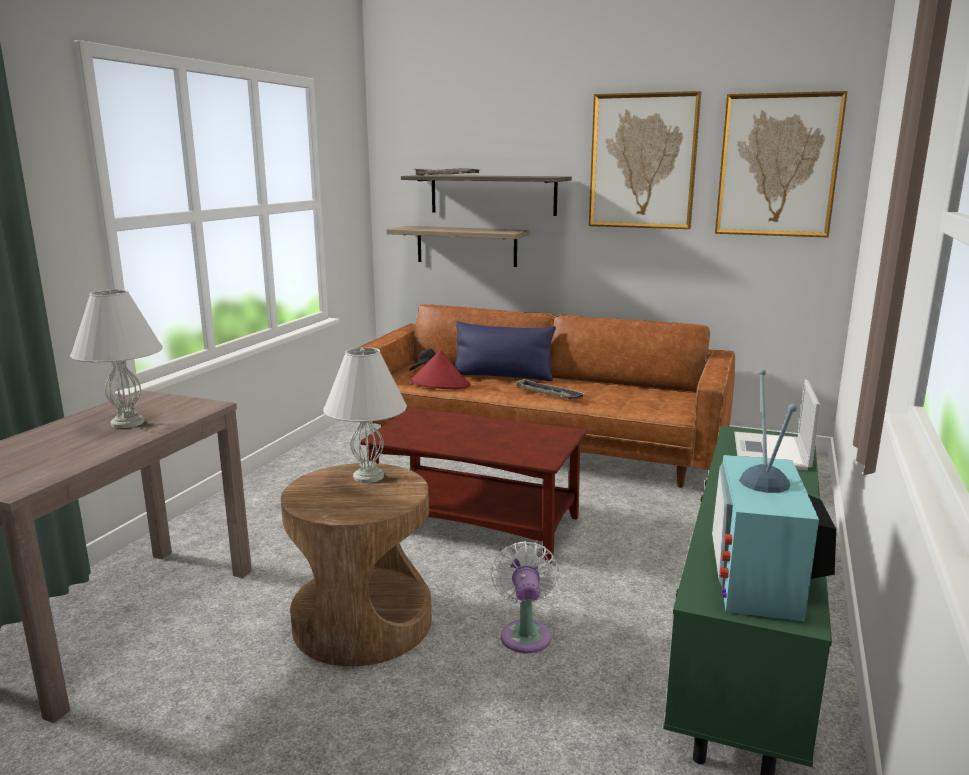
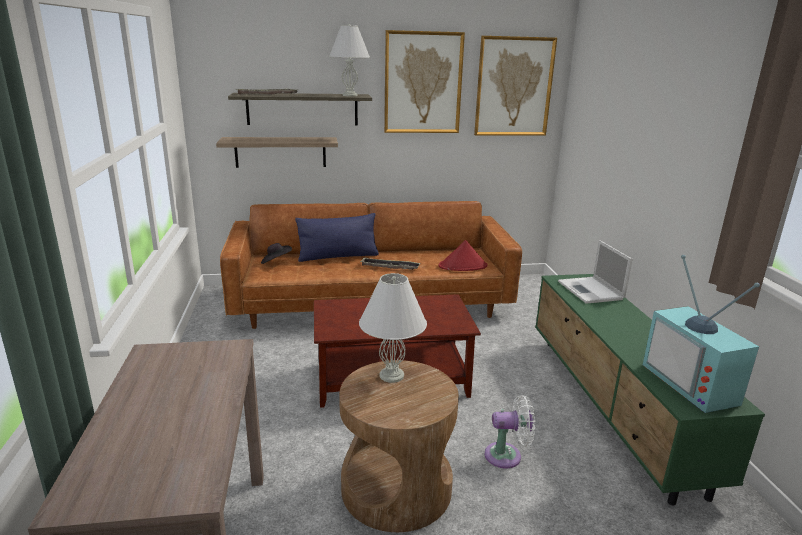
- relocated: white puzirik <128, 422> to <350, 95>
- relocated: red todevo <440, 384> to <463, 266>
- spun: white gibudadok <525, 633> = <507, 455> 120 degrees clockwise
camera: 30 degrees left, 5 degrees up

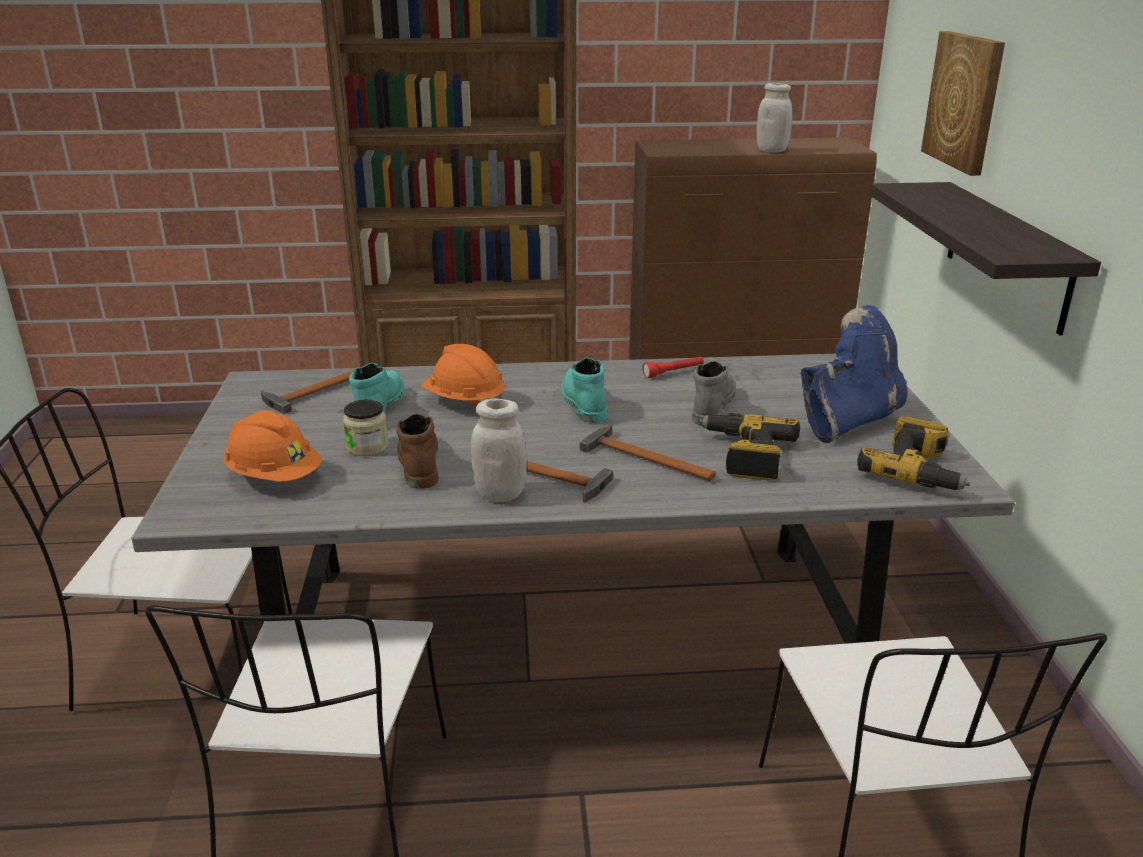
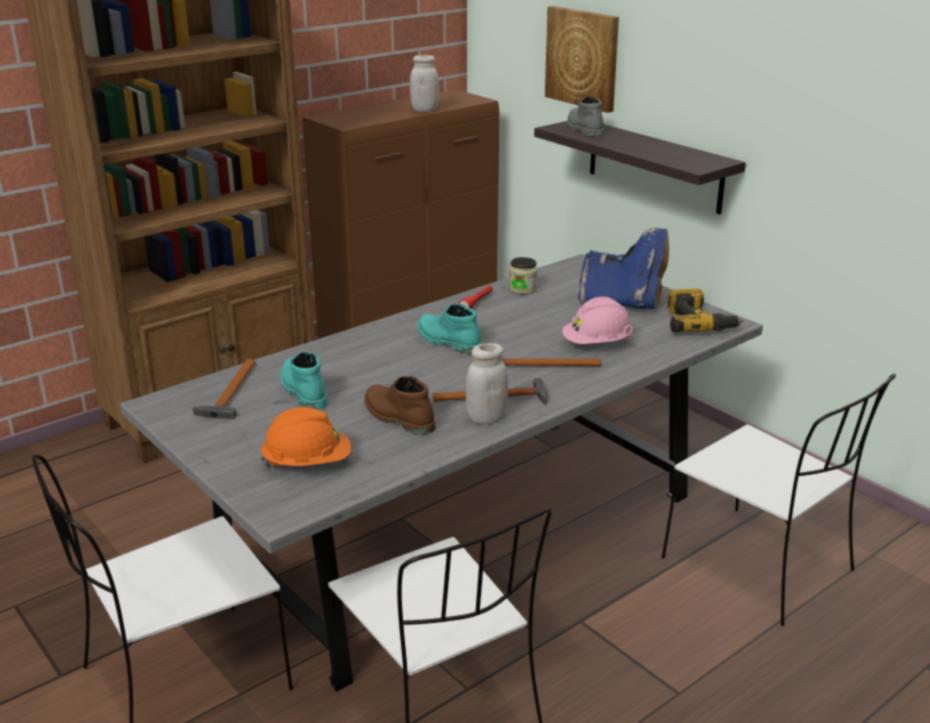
- spun: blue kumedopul <848, 420> = <624, 304> 90 degrees clockwise
- missing: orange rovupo <464, 401>
- relocated: grey kumedopul <711, 406> to <584, 129>
- relocated: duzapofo <367, 447> to <522, 289>
- exchanged: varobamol <745, 456> to pink rovupo <597, 344>
camera: 35 degrees left, 0 degrees up

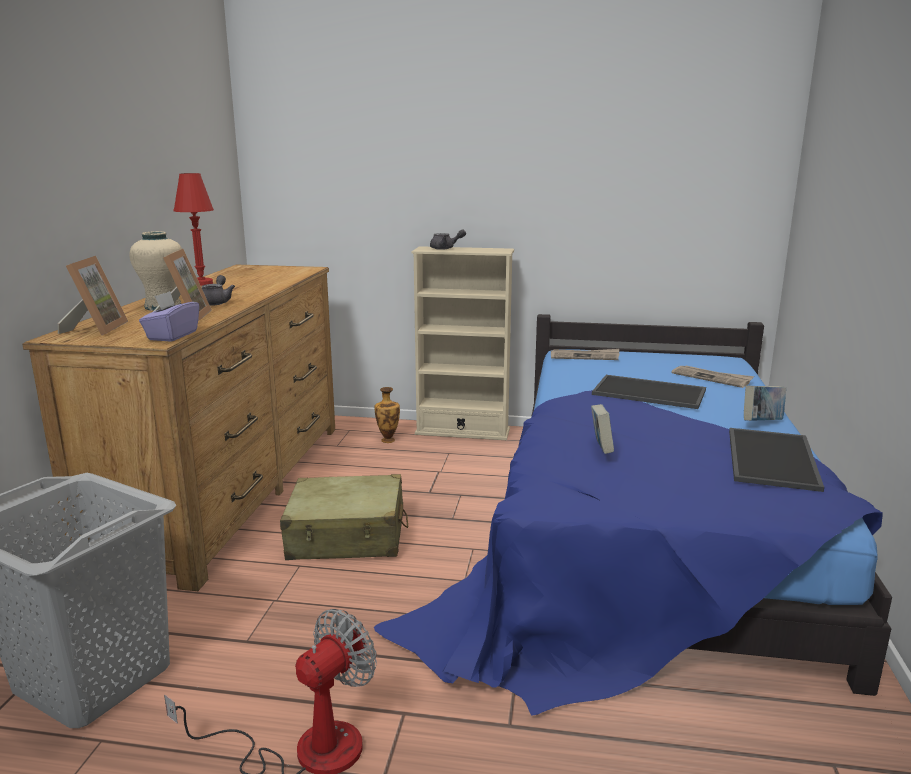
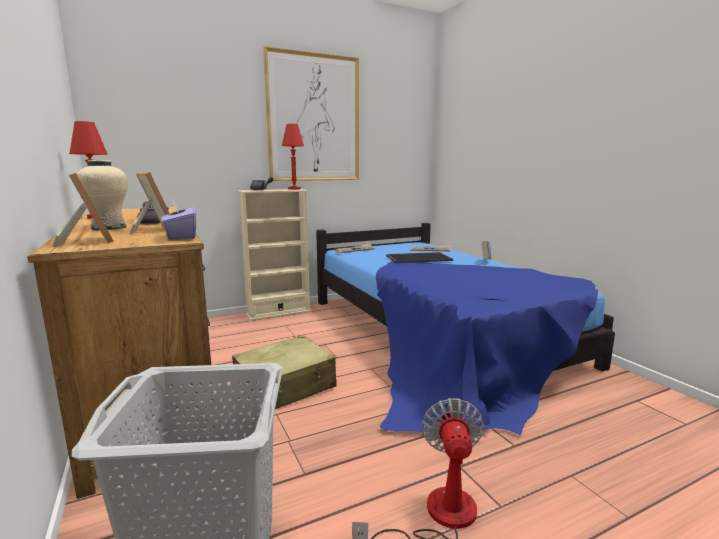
- missing: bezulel <388, 440>
- missing: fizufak <601, 450>
- missing: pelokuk <774, 459>
- appeared: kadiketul <314, 118>
- appeared: red puzirik <294, 189>
camera: 35 degrees left, 5 degrees down

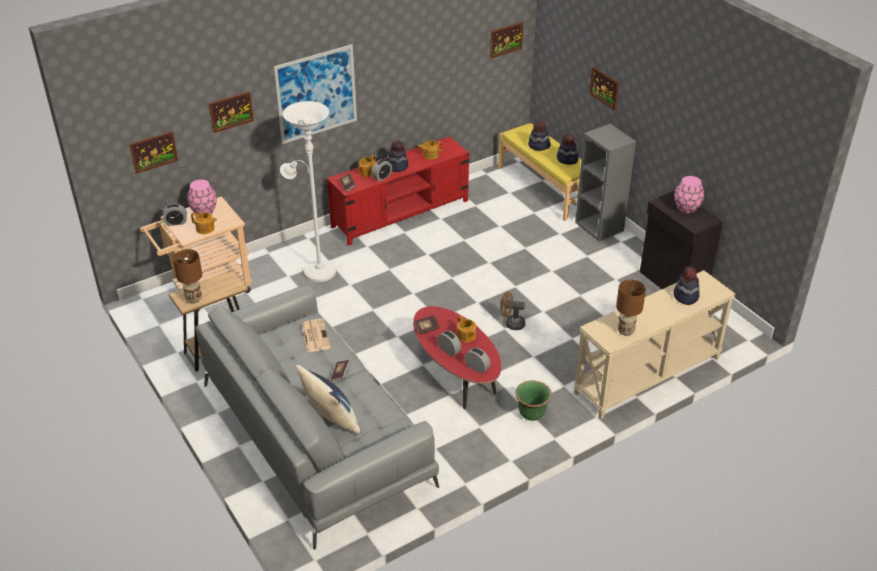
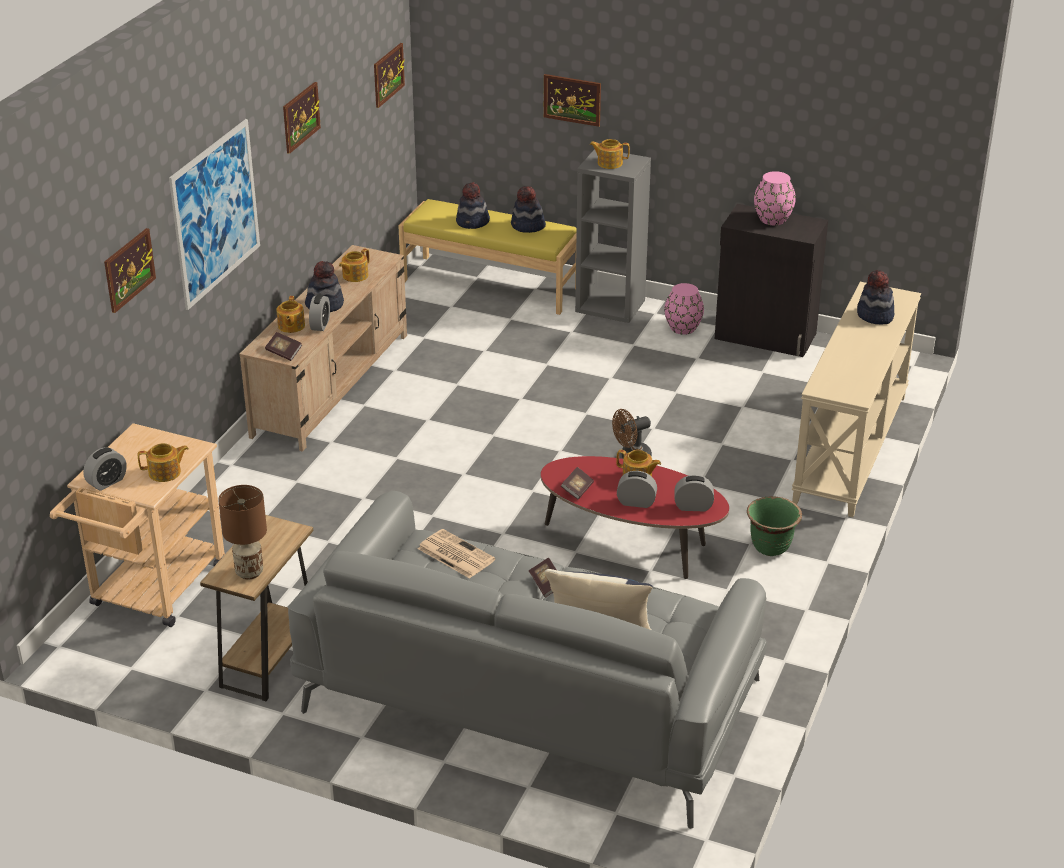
- missing: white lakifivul <316, 270>
- relocated: kadiketul <153, 151> to <301, 117>
- colour: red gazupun <401, 213> to beige gazupun <332, 384>
- relocated: pink bezulel <204, 211> to <682, 328>
- missing: brown puzirik <625, 331>
- appeared: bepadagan <609, 163>
camera: 35 degrees left, 5 degrees down

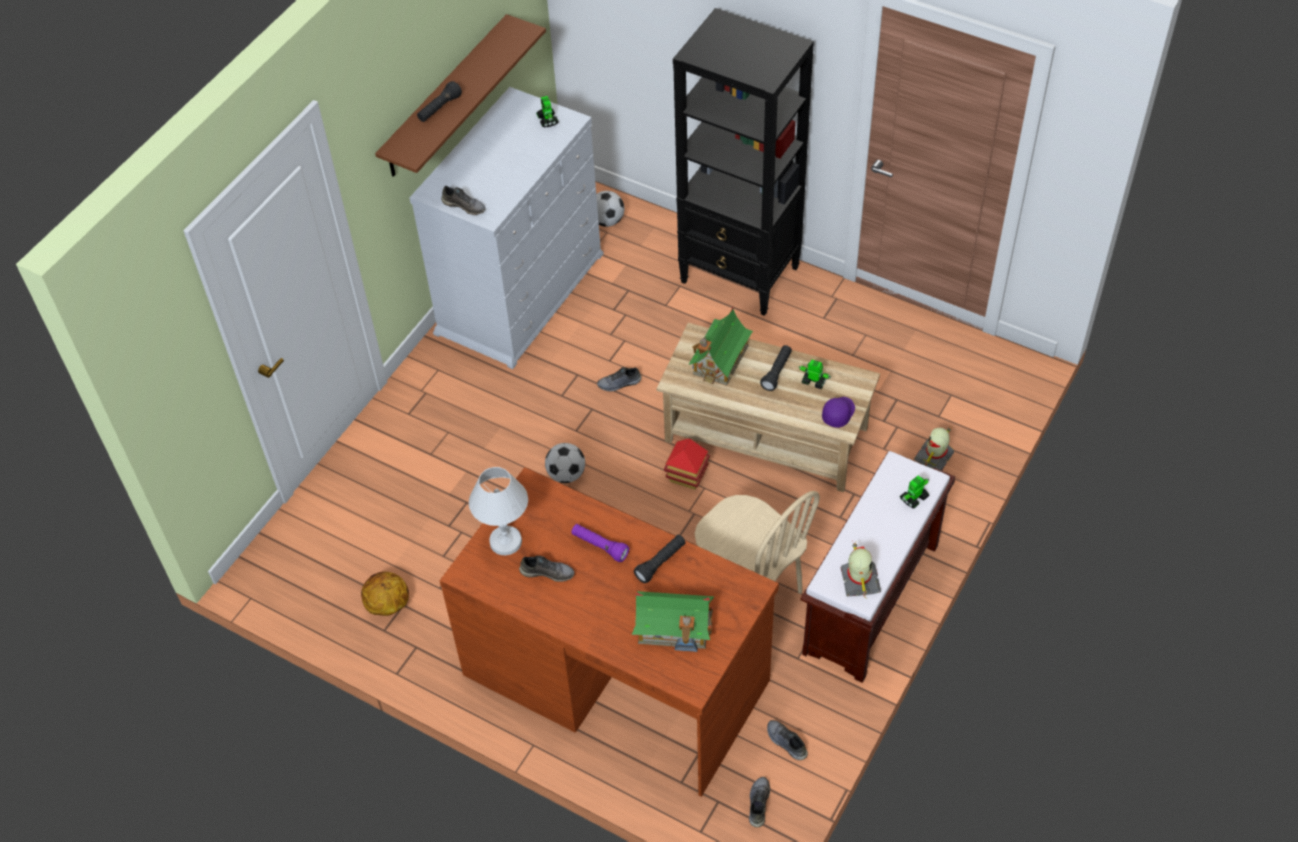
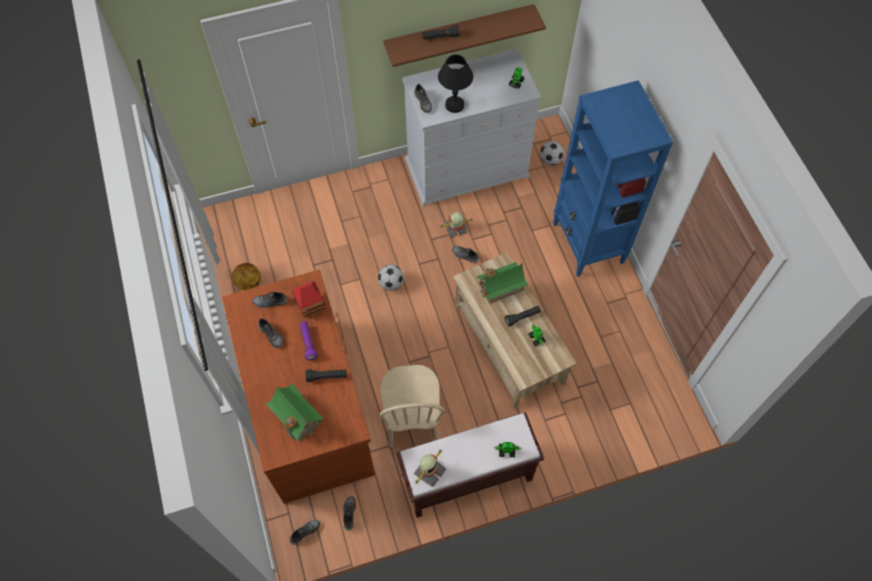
- colour: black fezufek <740, 275> to blue fezufek <588, 244>
- missing: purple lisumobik <838, 413>
- relocated: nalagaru <934, 457> to <456, 228>
- relocated: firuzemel <687, 476> to <310, 306>
- exchanged: white puzirik <506, 541> to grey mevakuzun <270, 302>
- appeared: black puzirik <454, 105>
camera: 40 degrees right, 10 degrees up

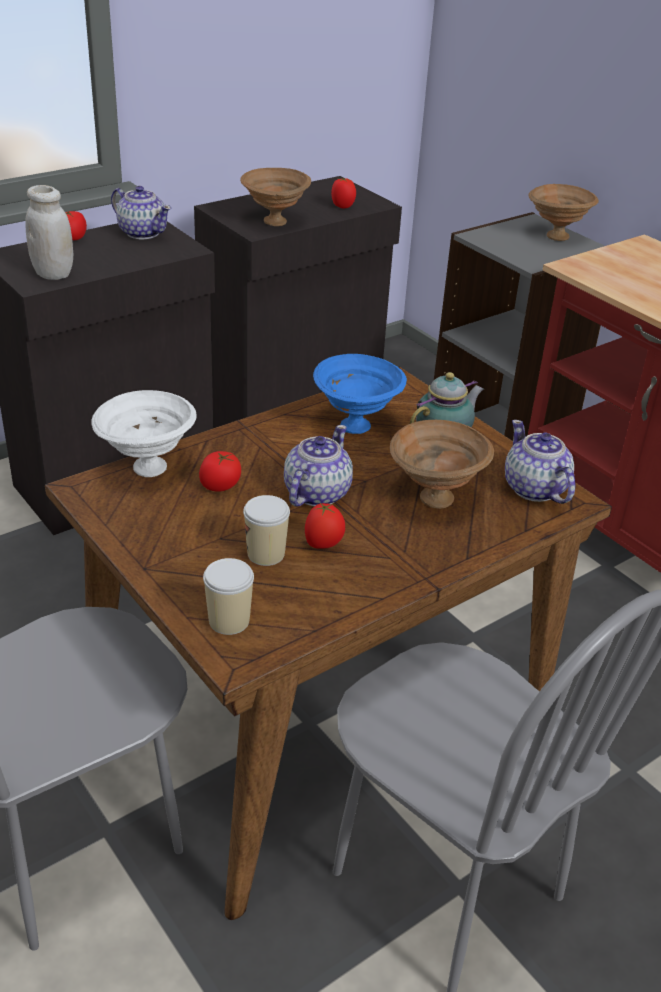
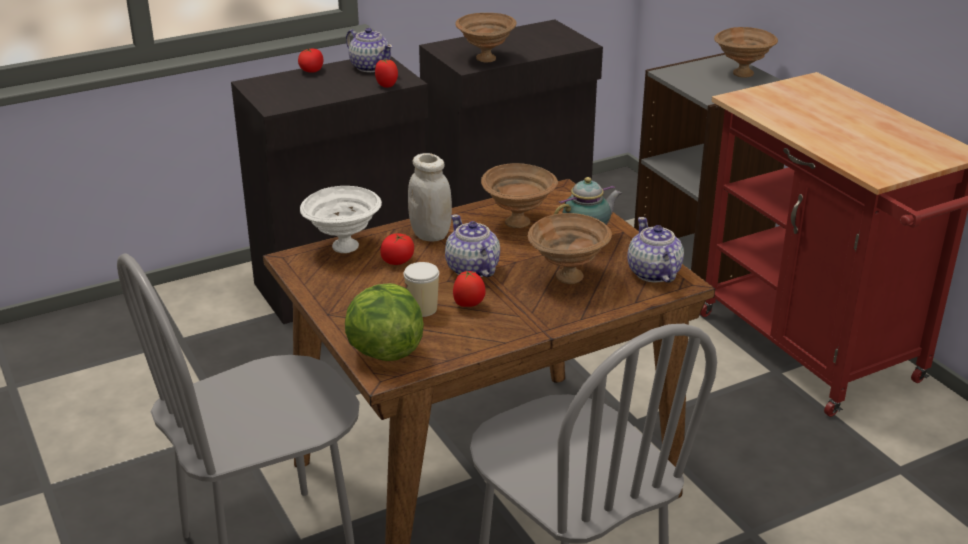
- relocated: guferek <342, 206> to <386, 85>
- relocated: white duzapofo <53, 274> to <430, 234>
- colour: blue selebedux <356, 425> to brown selebedux <518, 222>
- spun: bepadagan <316, 493> = <472, 269> 60 degrees counterclockwise
- exchanged: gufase <229, 621> to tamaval <384, 351>
camera: 10 degrees right, 5 degrees down

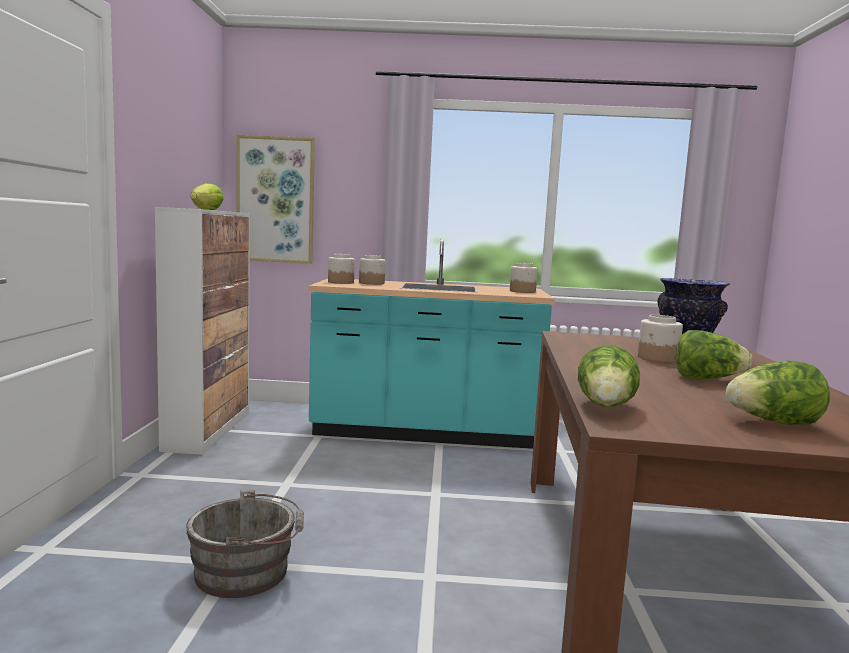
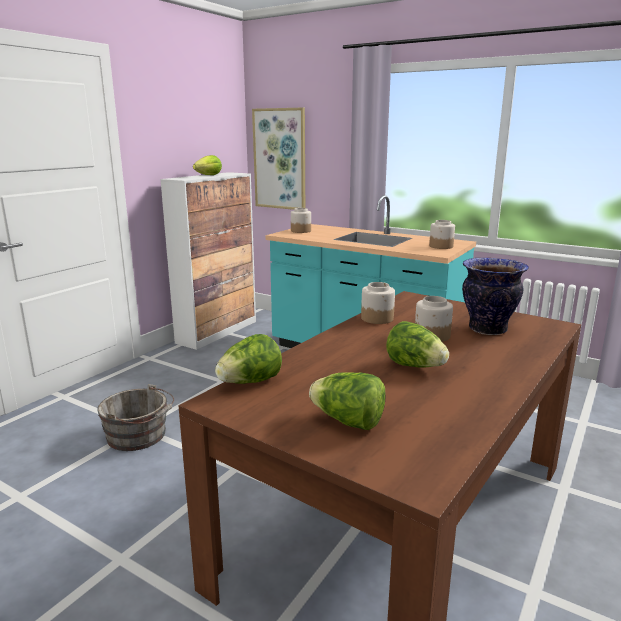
- relocated: duzapofo <371, 283> to <377, 318>
camera: 30 degrees right, 10 degrees up

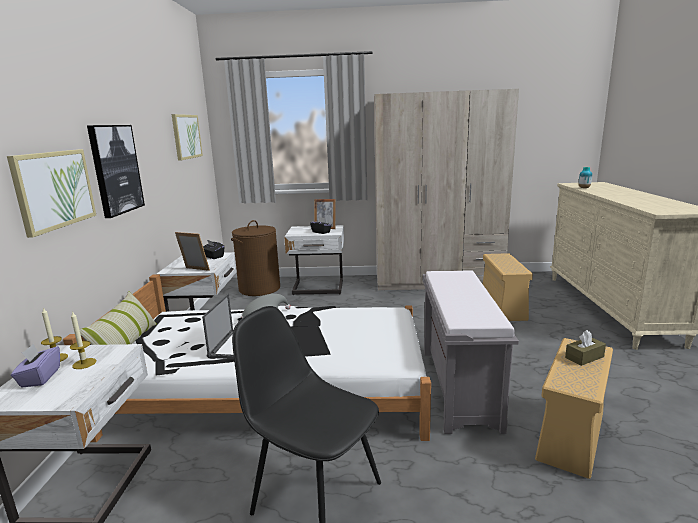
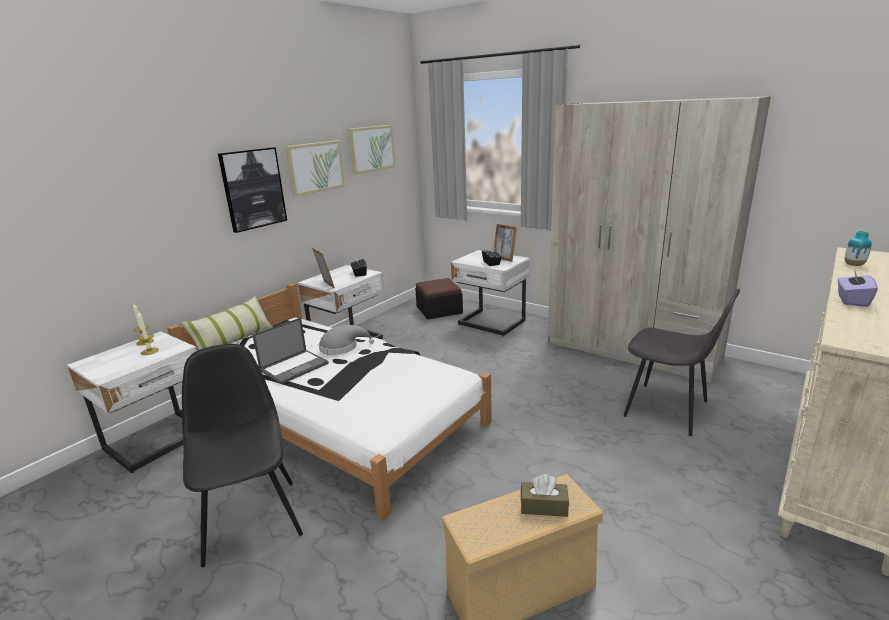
- relocated: kadiketul <54, 189> to <315, 167>
- exchanged: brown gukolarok <259, 288> to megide <439, 310>
- exchanged: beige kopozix <503, 308> to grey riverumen <668, 409>
- missing: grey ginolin <457, 386>
- relocated: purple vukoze <40, 377> to <852, 300>
camera: 35 degrees right, 5 degrees up

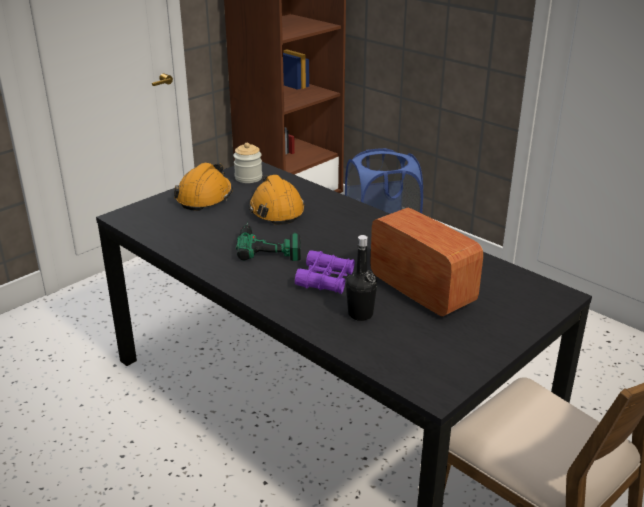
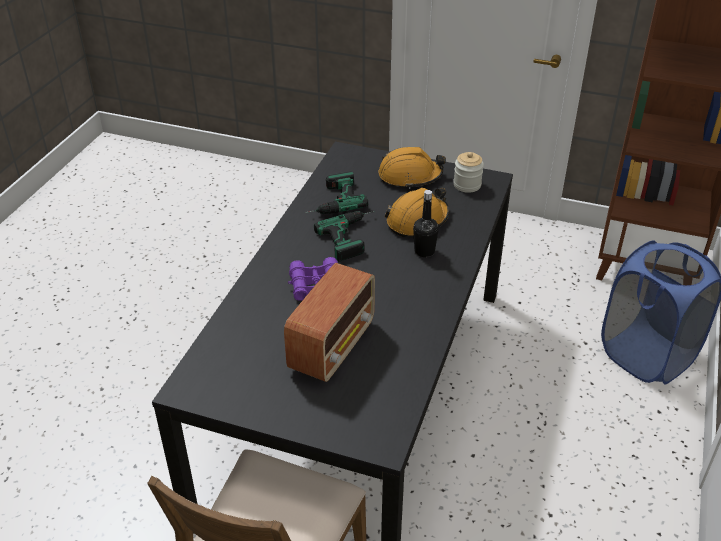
- relocated: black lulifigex <360, 314> to <424, 251>
- appeared: varobamol <330, 200>
camera: 65 degrees right, 10 degrees up

